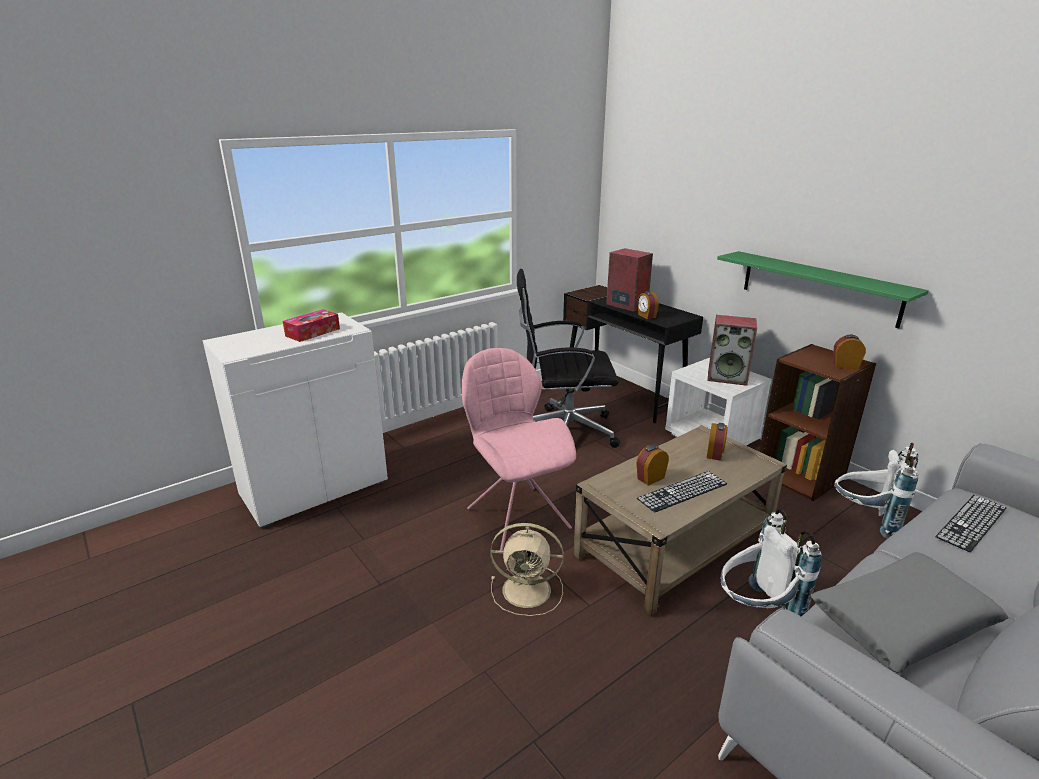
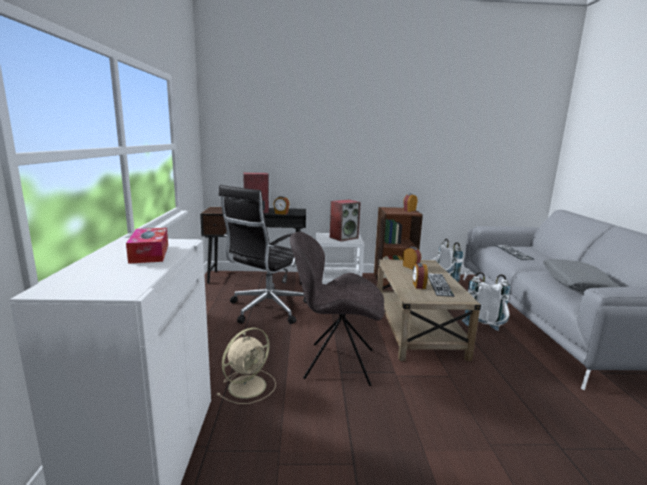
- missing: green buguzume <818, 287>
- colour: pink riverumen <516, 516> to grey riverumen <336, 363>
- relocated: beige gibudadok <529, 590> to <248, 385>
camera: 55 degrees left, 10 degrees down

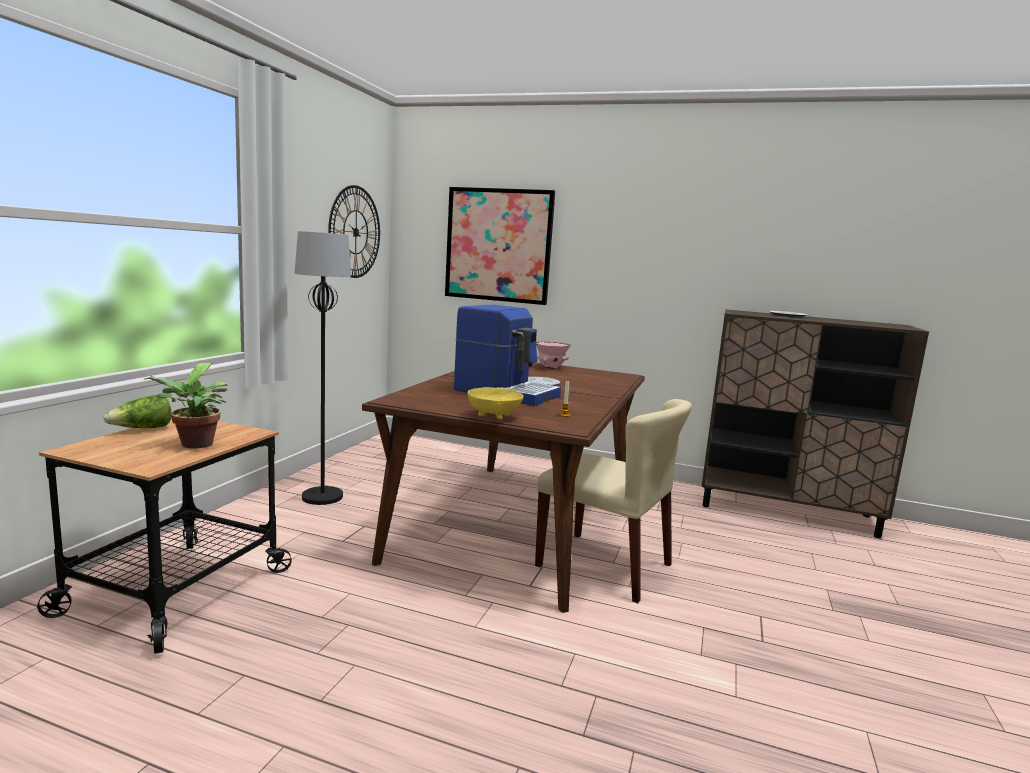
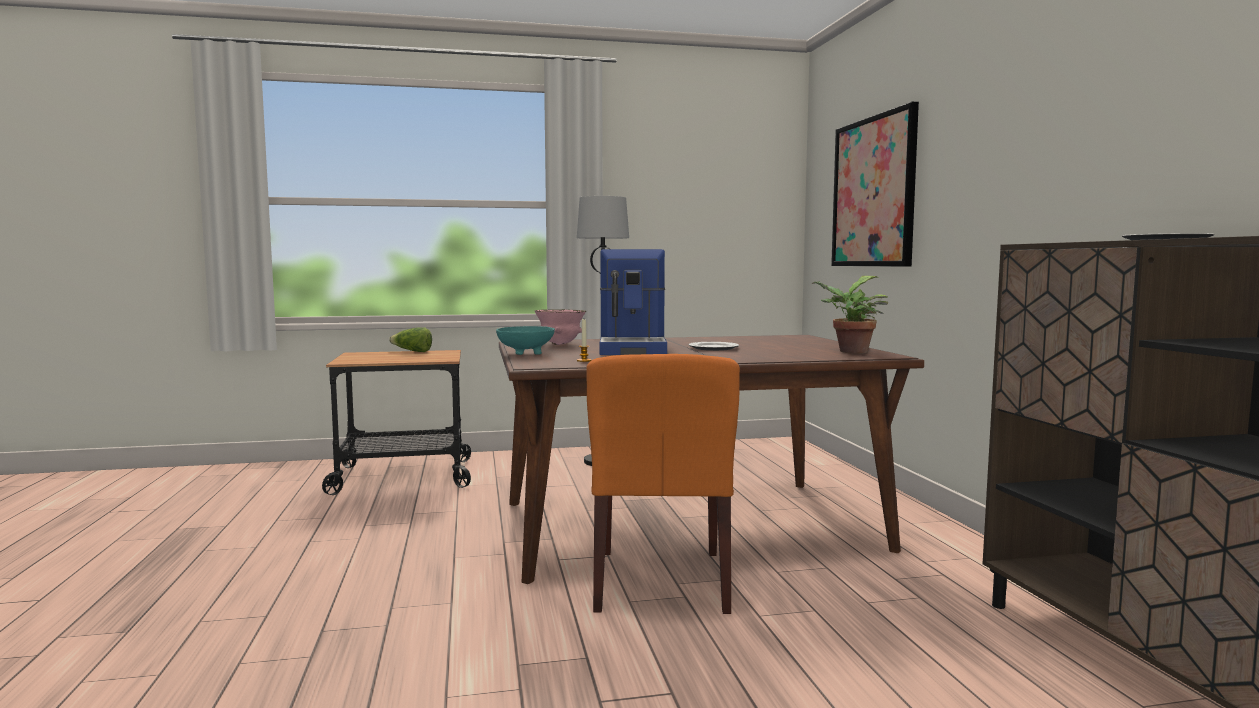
- missing: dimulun <355, 232>
- relocated: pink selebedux <551, 368> to <560, 344>
- relocated: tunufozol <194, 445> to <850, 352>
- colour: yellow selebedux <493, 416> to turquoise selebedux <525, 354>
- colour: beige riverumen <605, 565> to orange riverumen <661, 581>
camera: 60 degrees right, 5 degrees down

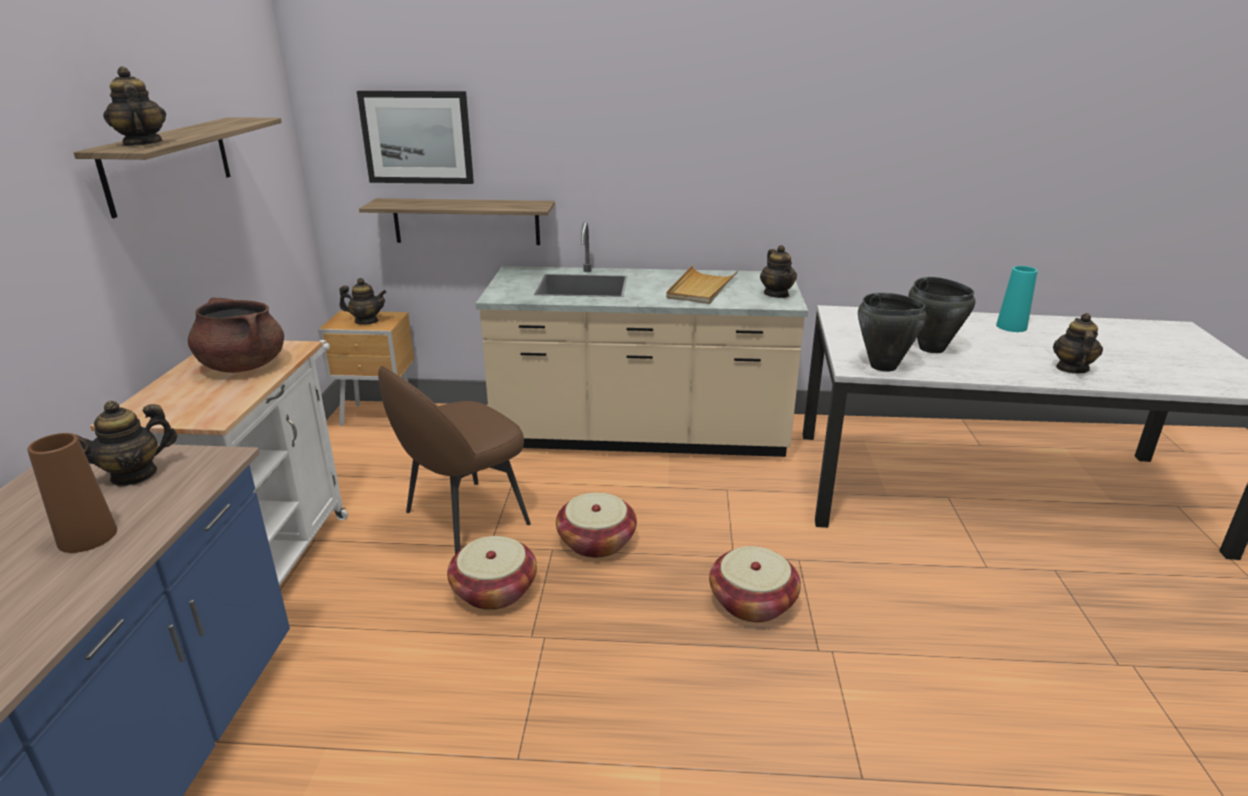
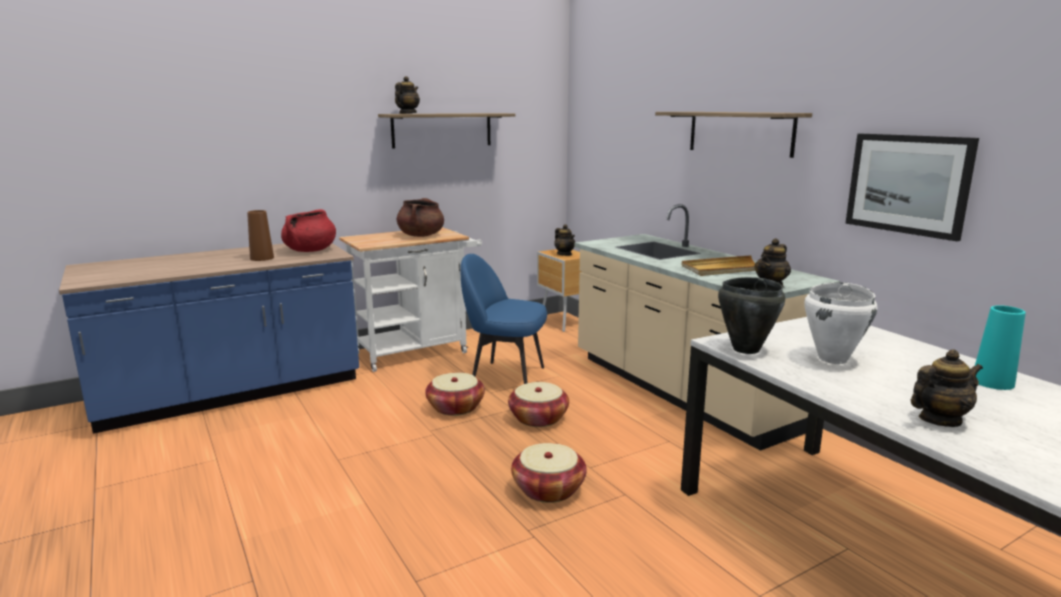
- relocated: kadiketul <417, 137> to <908, 184>
- relocated: buguzume <466, 221> to <739, 133>
- colour: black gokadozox <931, 348> to white gokadozox <833, 359>
- colour: brown riverumen <463, 519> to blue riverumen <505, 377>
- exchanged: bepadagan <134, 475> to red gokadozox <310, 250>
camera: 55 degrees right, 10 degrees down

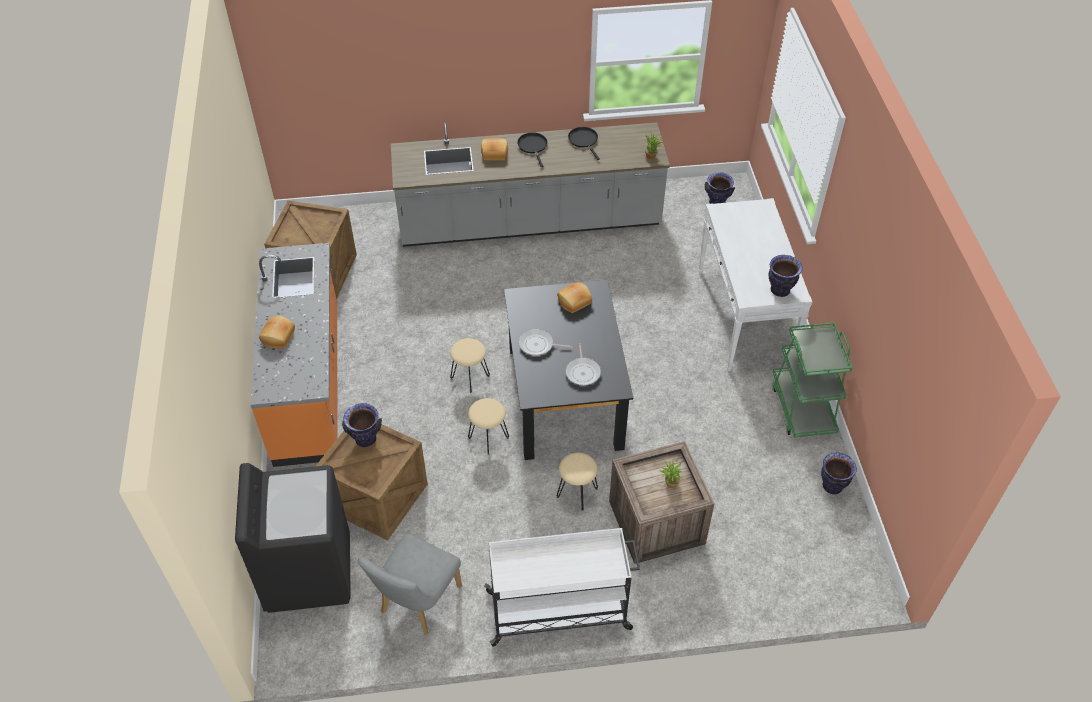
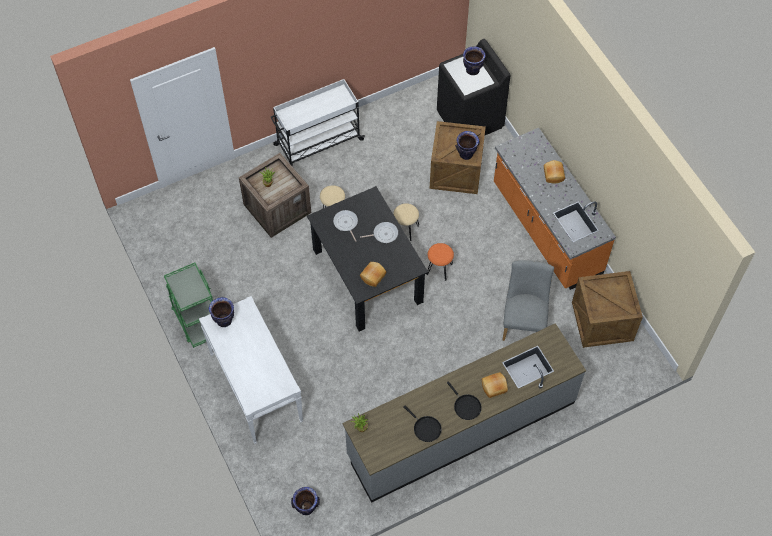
- colour: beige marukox <469, 377> to orange marukox <439, 269>
- relocated: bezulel <832, 486> to <472, 70>
- relocated: grey riverumen <417, 603> to <523, 321>
camera: 160 degrees right, 10 degrees up

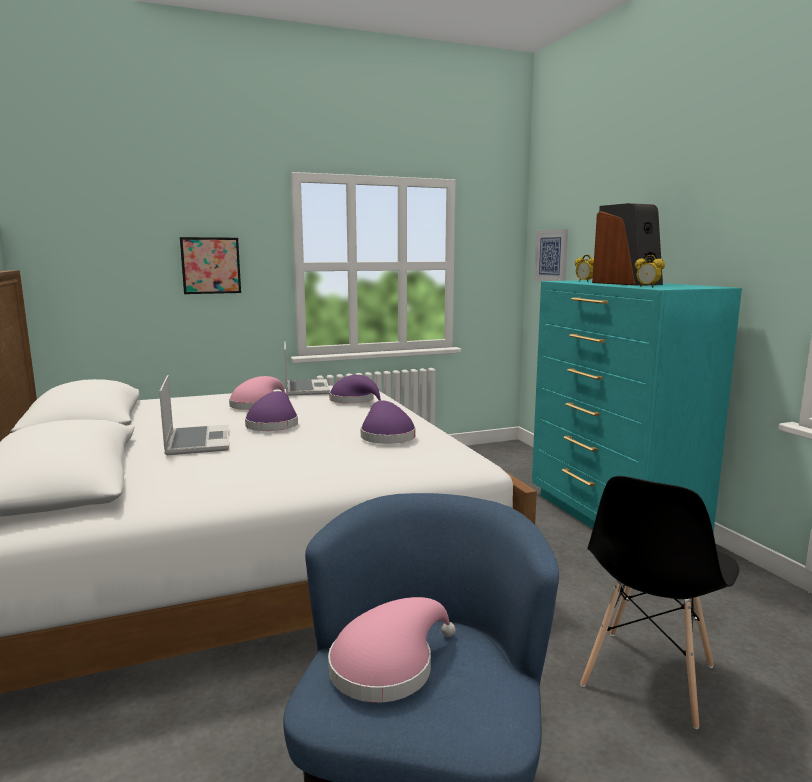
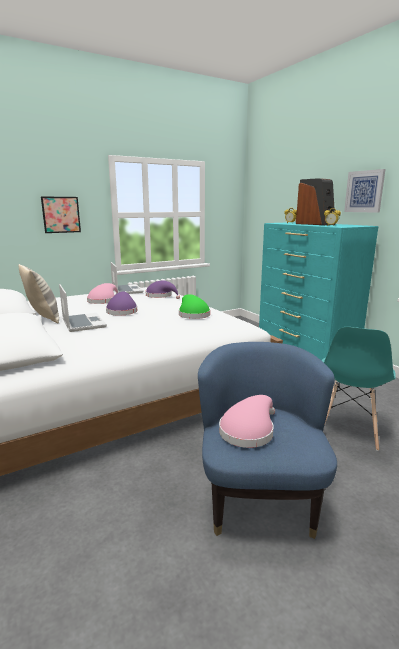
- relocated: kadiketul <552, 255> to <364, 191>
- colour: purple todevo <386, 436> to green todevo <192, 315>
- colour: black riverumen <648, 676> to turquoise riverumen <348, 429>
- appeared: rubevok <43, 318>
camera: 10 degrees left, 5 degrees up

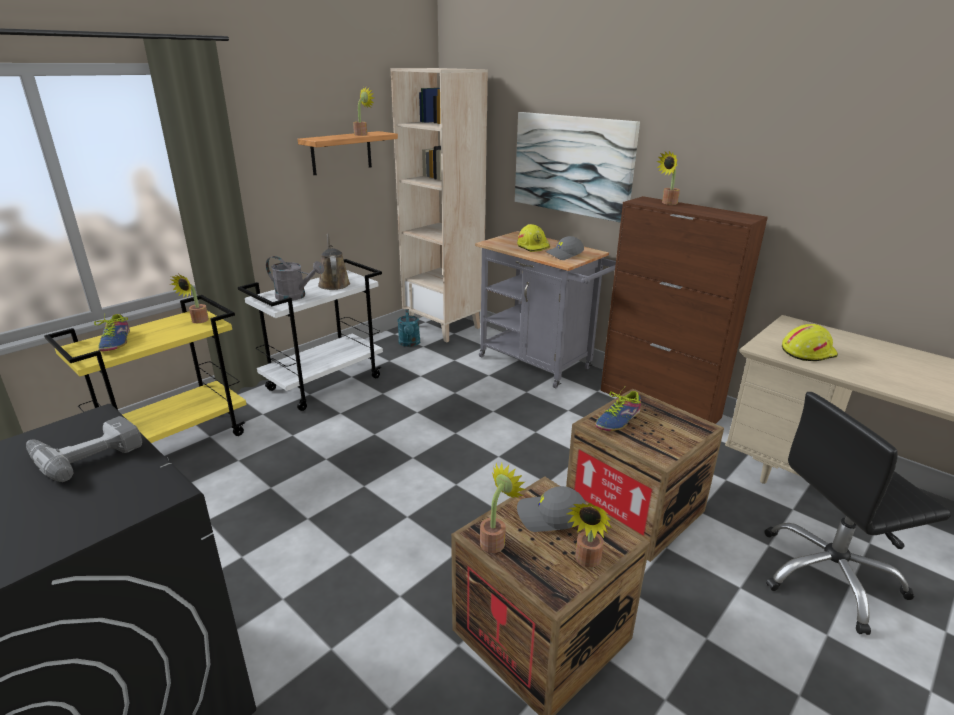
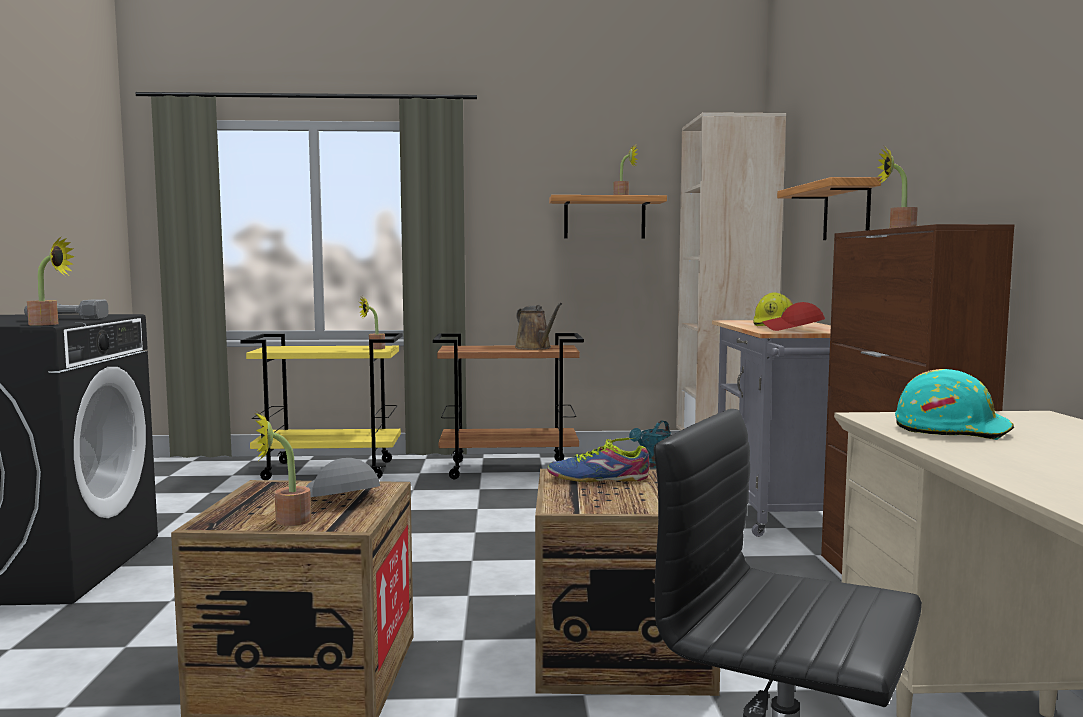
- exchanged: kadiketul <572, 165> to buguzume <846, 211>
- spun: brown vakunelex <333, 283> = <535, 348> 120 degrees clockwise
- colour: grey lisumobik <564, 255> to red lisumobik <792, 329>
- missing: grey vakunelex <295, 296>
- colour: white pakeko <325, 383> to brown pakeko <510, 469>
- missing: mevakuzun <116, 341>
- colour: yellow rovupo <807, 352> to turquoise rovupo <952, 429>
- relocated: tunufozol <495, 540> to <49, 324>
camera: 45 degrees right, 20 degrees down

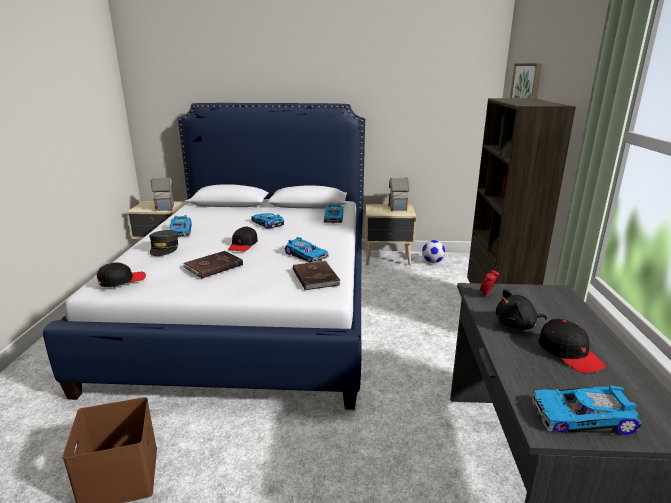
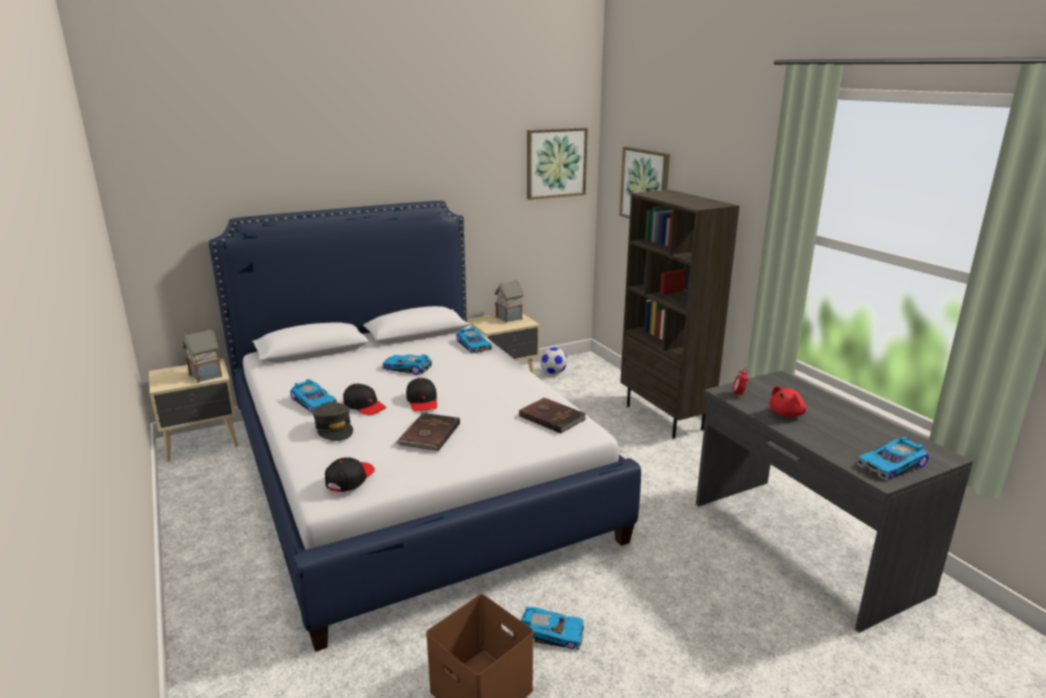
- relocated: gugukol <307, 255> to <551, 632>
- colour: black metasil <517, 325> to red metasil <787, 414>
- relocated: black lisumobik <569, 353> to <364, 406>
- appeared: kadiketul <556, 163>
camera: 30 degrees left, 0 degrees up

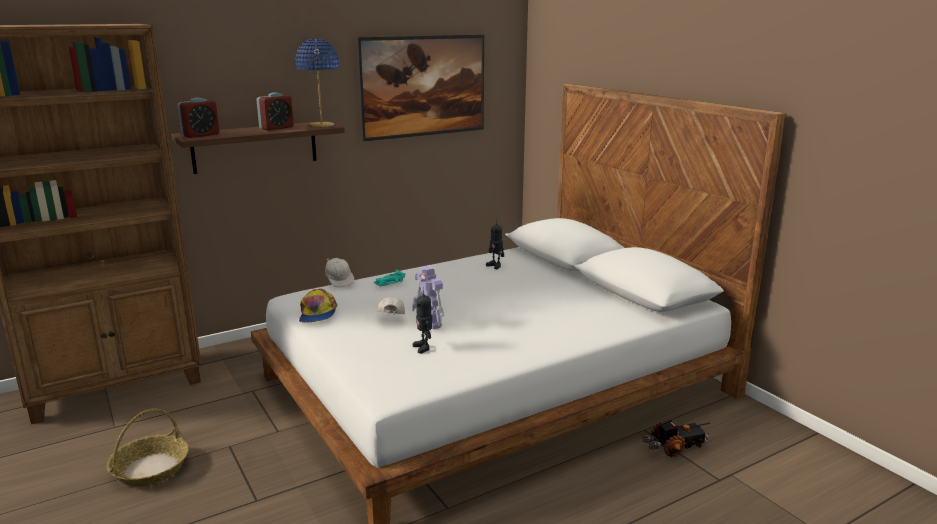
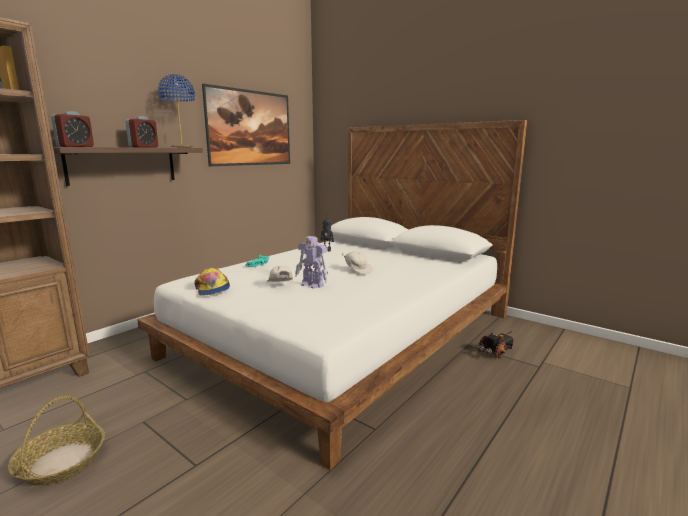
- relocated: white lisumobik <339, 281> to <358, 270>
- missing: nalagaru <423, 348>
camera: 20 degrees left, 5 degrees down

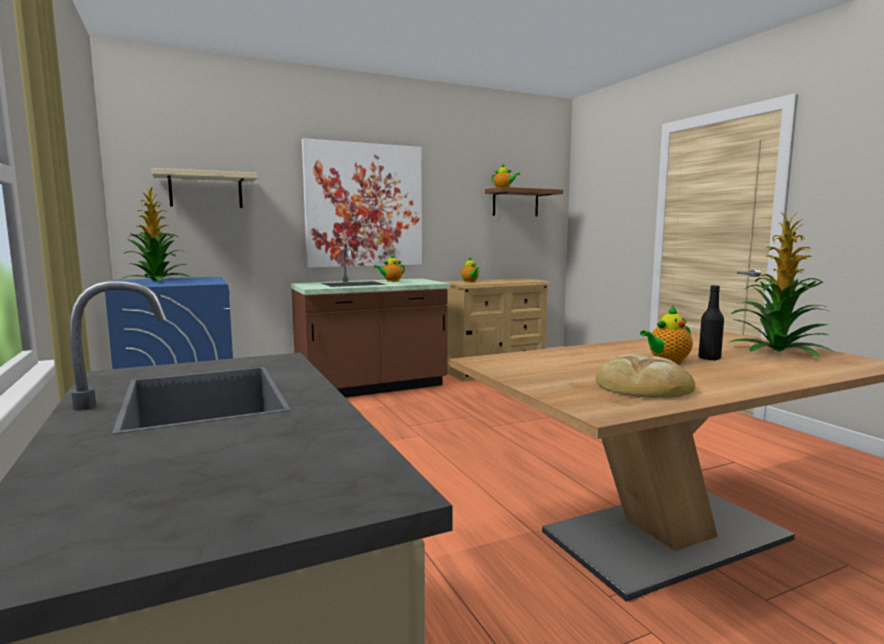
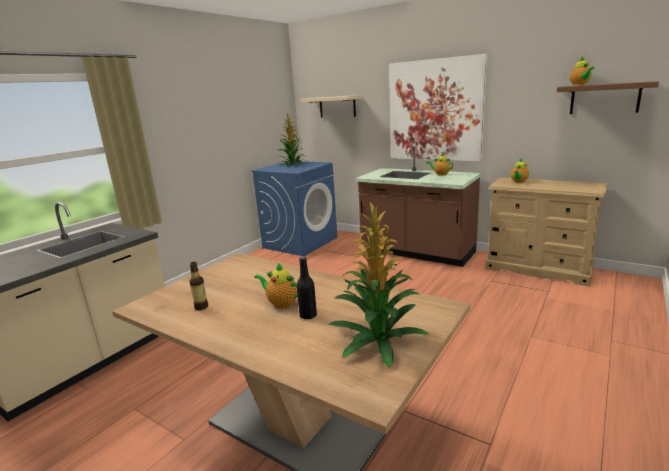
- exchanged: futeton <642, 385> to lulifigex <201, 307>
camera: 60 degrees right, 10 degrees up

